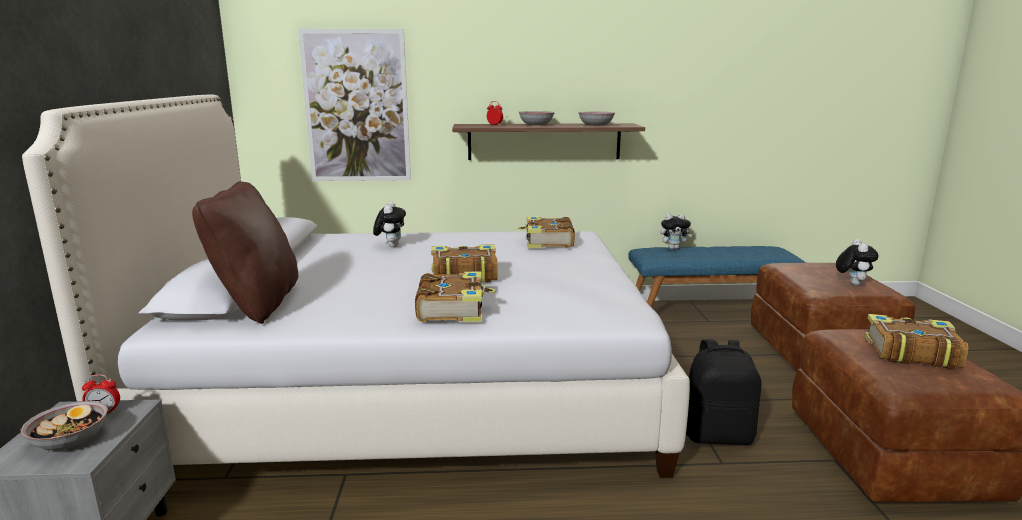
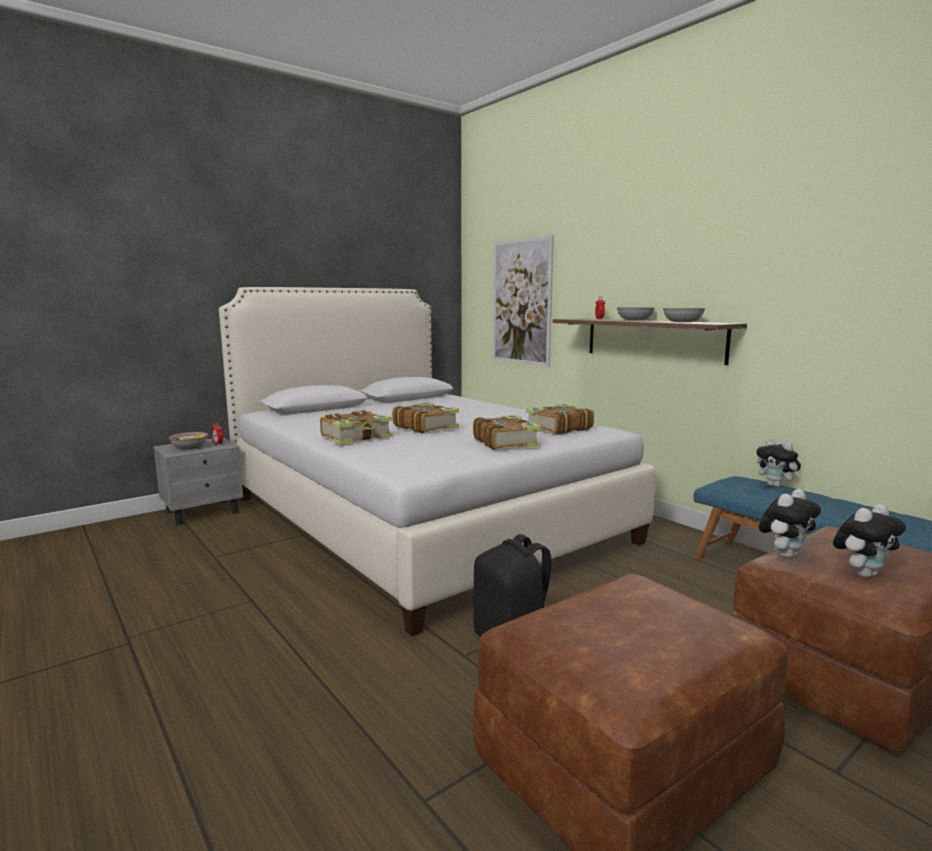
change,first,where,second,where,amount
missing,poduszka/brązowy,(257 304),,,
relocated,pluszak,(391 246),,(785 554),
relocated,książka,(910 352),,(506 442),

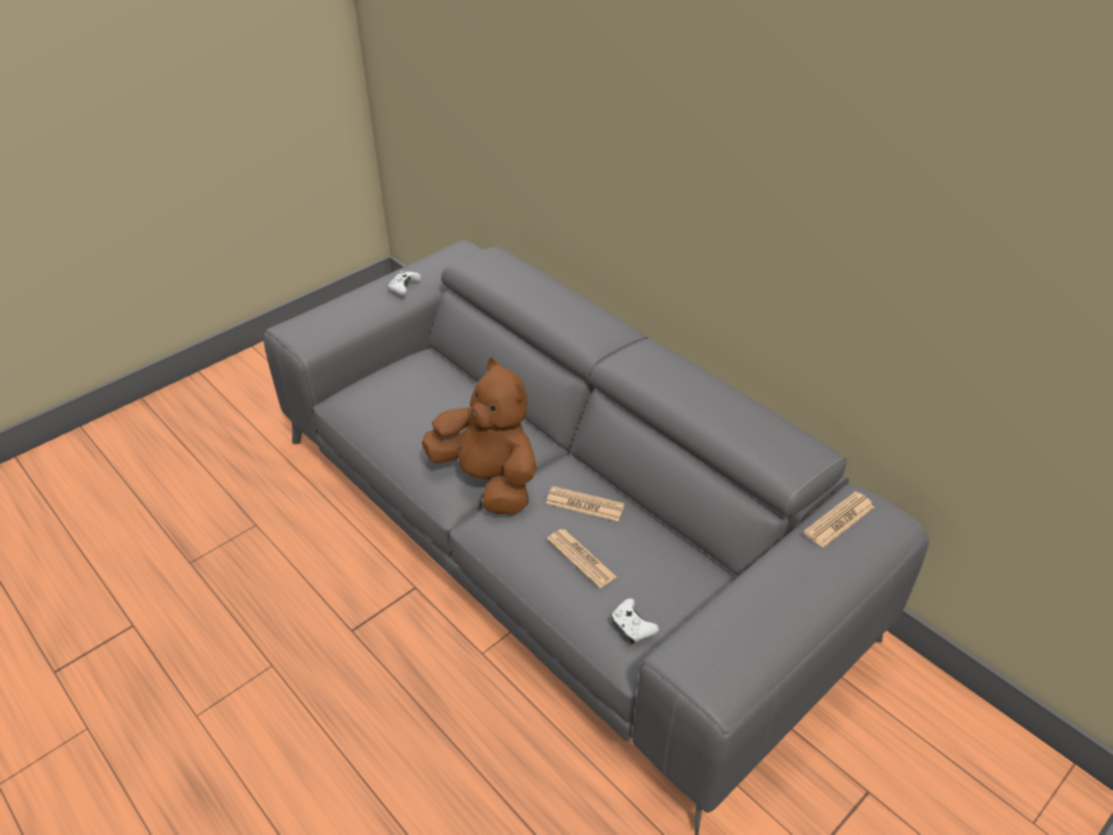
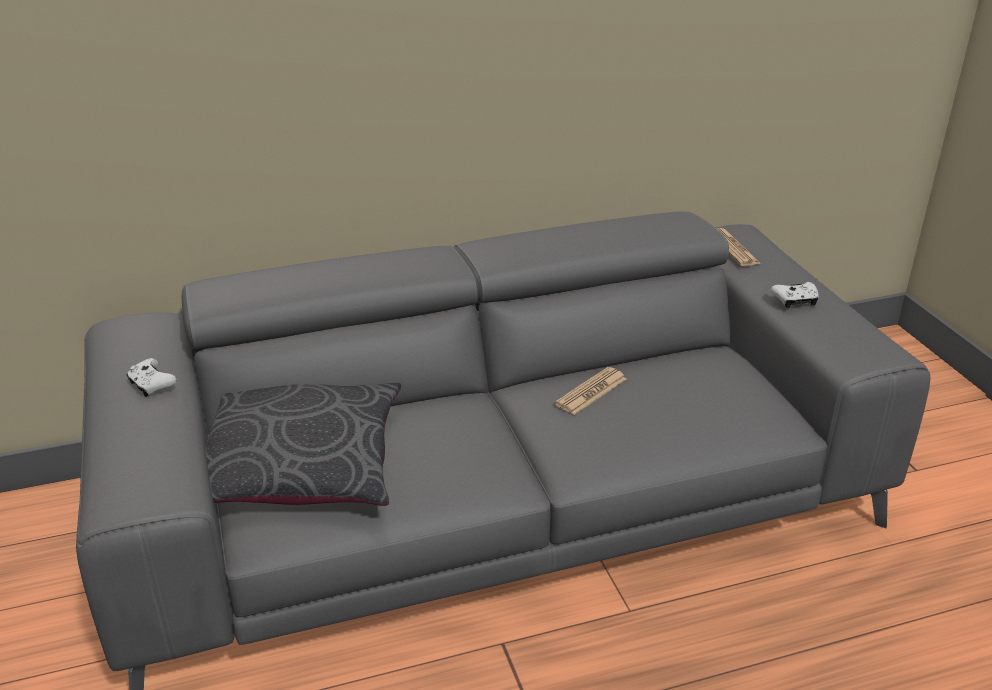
change,first,where,second,where,amount
missing,pluszak/brązowy,(488 480),,,
missing,gazeta,(581 558),,,
appeared,,,poduszka/szary,(302 463),
relocated,pad do gier/biały,(632 626),,(795 301),

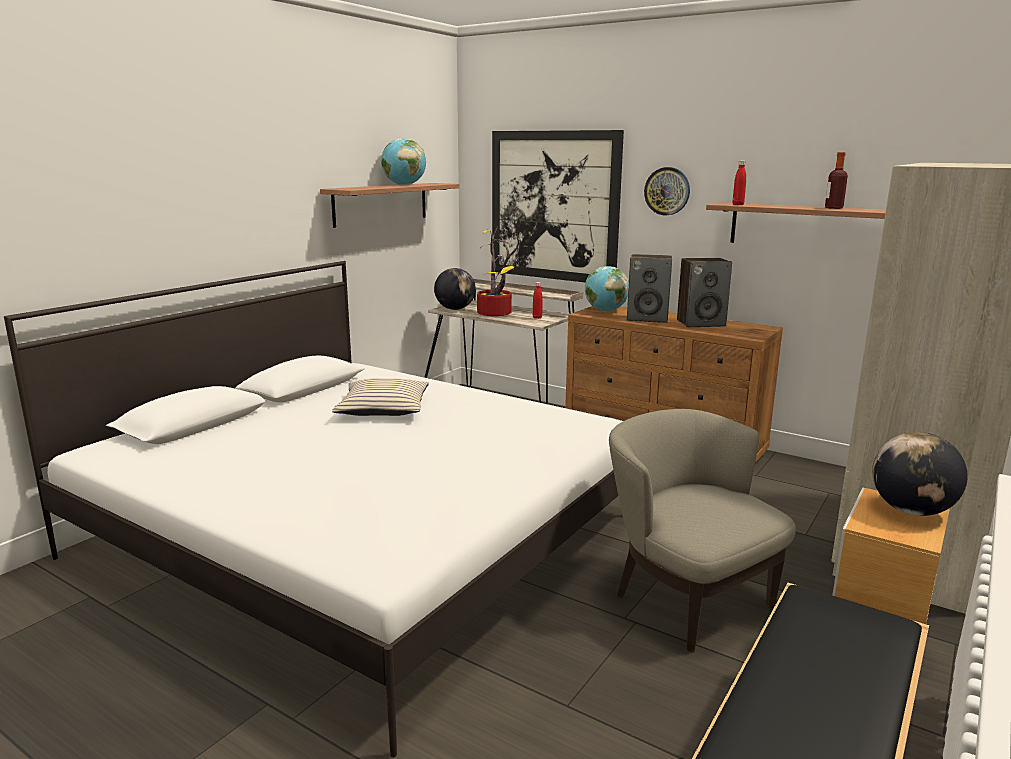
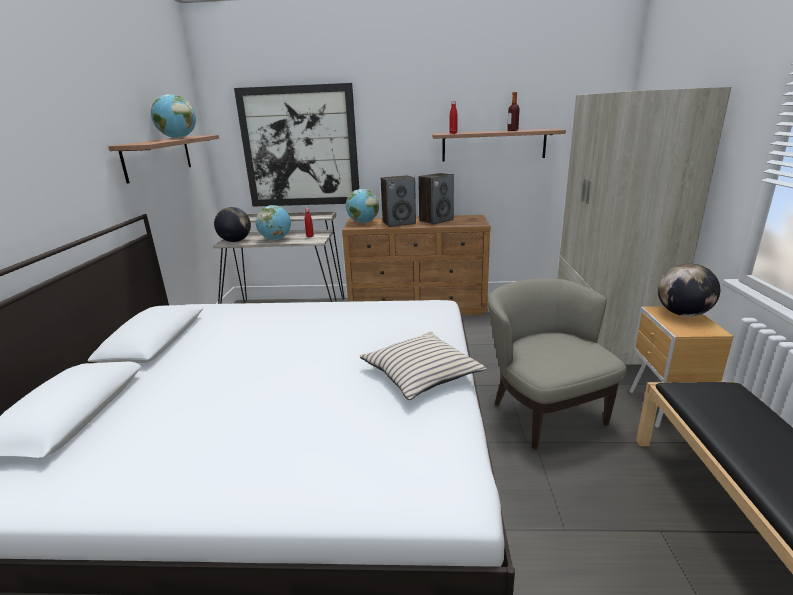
change,first,where,second,where,amount
missing,zegar ścienny,(667 191),,,
relocated,poduszka/beżowy,(383 408),,(421 374),
exchanged,roślina doniczkowa,(497 314),globus,(276 239),
spun,fotel/beżowy,(687 599),,(544 412),45 degrees clockwise

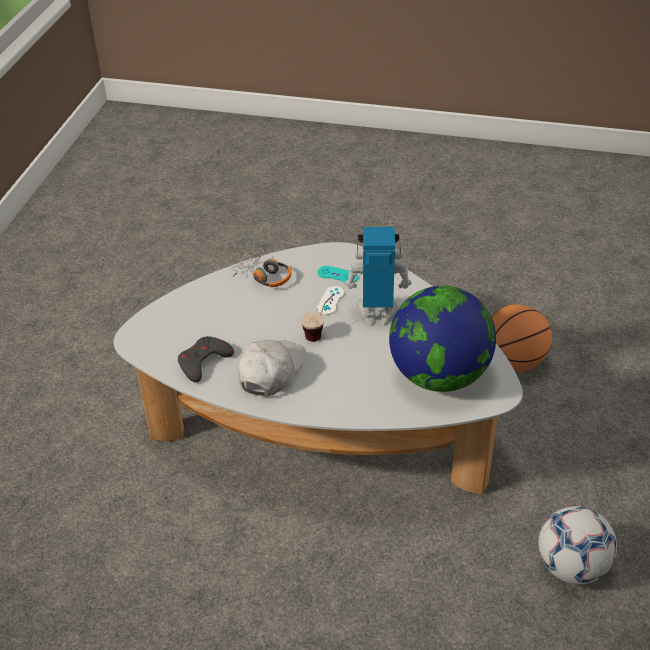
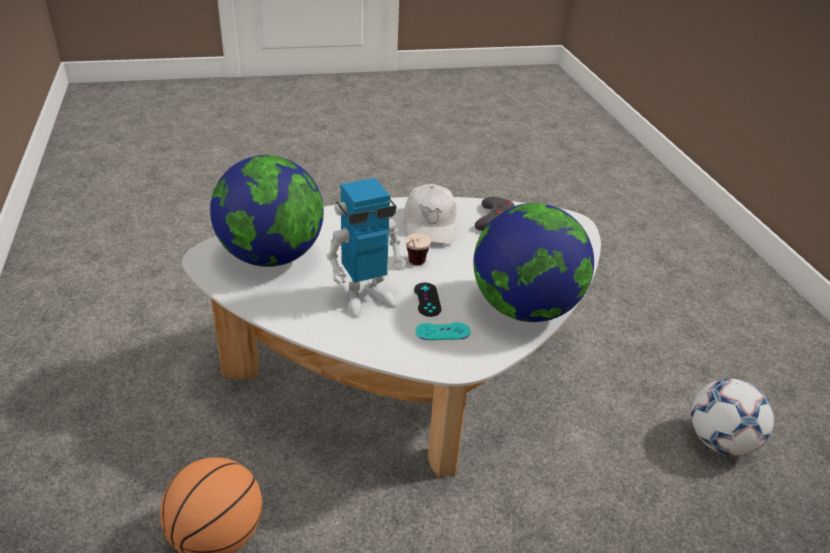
change,first,where,second,where,amount
relocated,piłka futbolowa,(571 567),,(719 441),
exchanged,słuchawki,(263 275),globus,(524 308),
colour,pad do gier/biały,(330 300),pad do gier/czarny,(427 299),

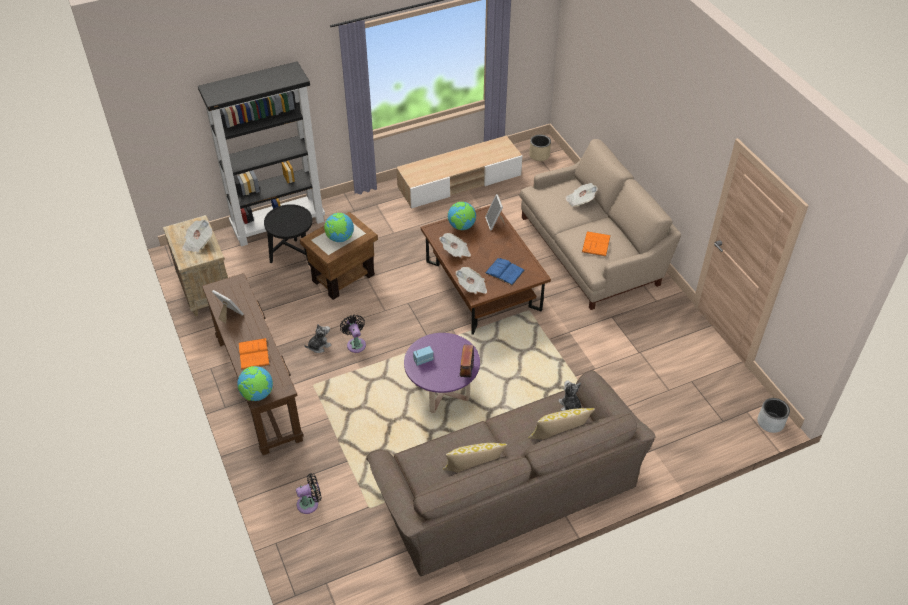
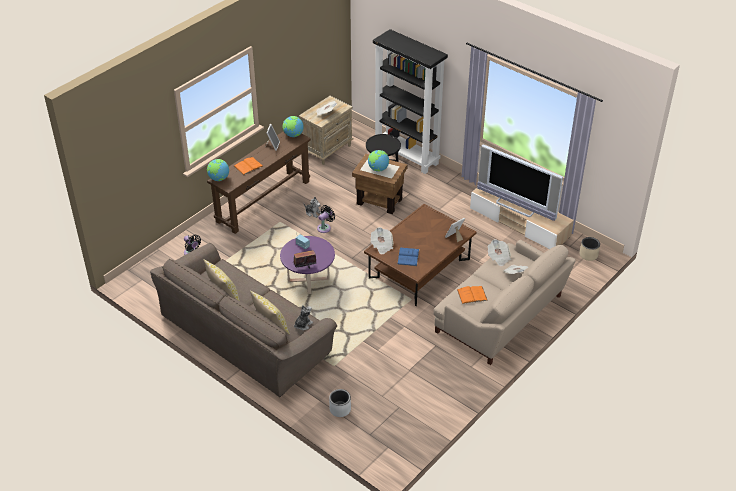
change,first,where,second,where,amount
appeared,,,telewizor,(516 206),
relocated,gazeta,(455 252),,(498 258),
relocated,globus,(461 226),,(293 135),
relocated,donica/szary,(770 422),,(340 409),

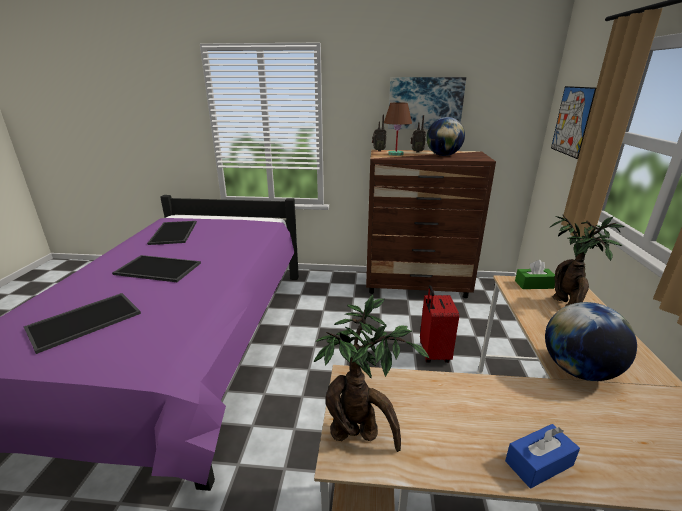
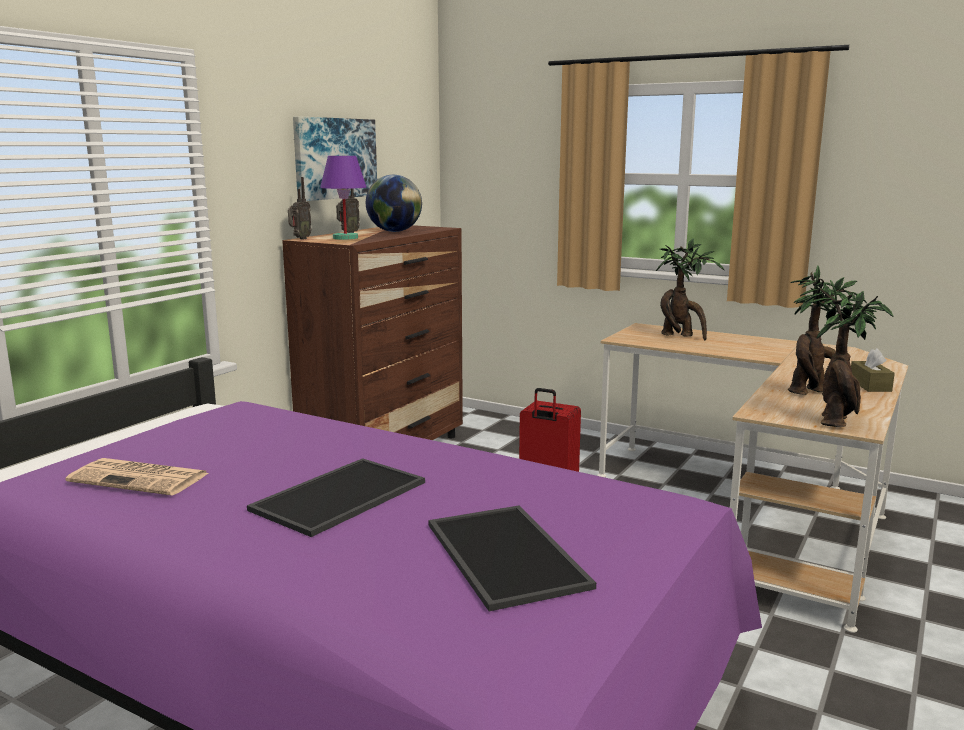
change,first,where,second,where,amount
missing,pudełko chusteczek/zielony,(534 284),,,
missing,globus,(578 370),,,
missing,obraz,(572 121),,,
appeared,,,roślina doniczkowa,(813 392),
exchanged,taca,(174 233),gazeta,(141 478),
colour,lampa stołowa/brązowy,(395 154),lampa stołowa/fioletowy,(345 238),
colour,pudełko chusteczek/niebieski,(538 463),pudełko chusteczek/brązowy,(870 385),

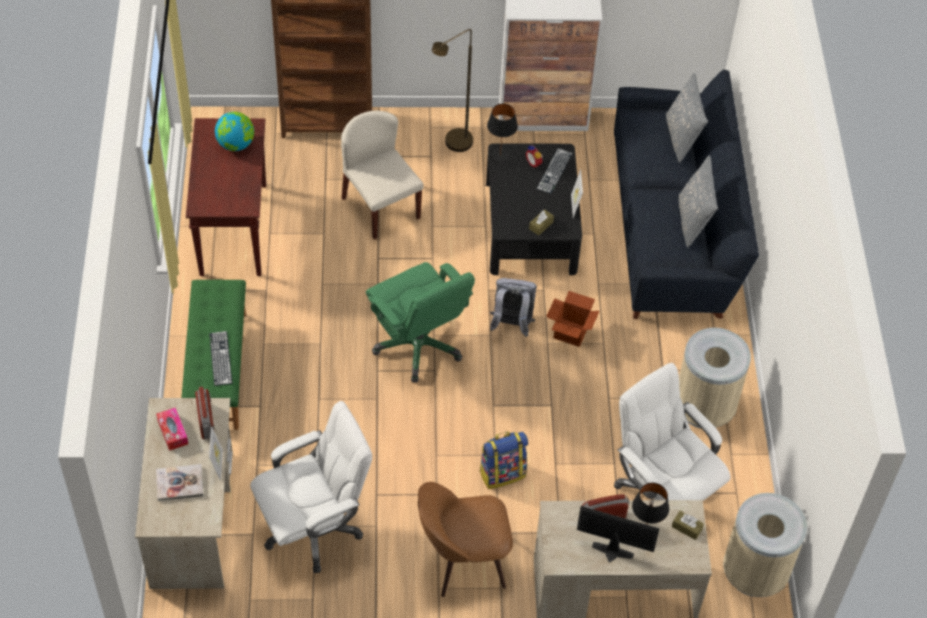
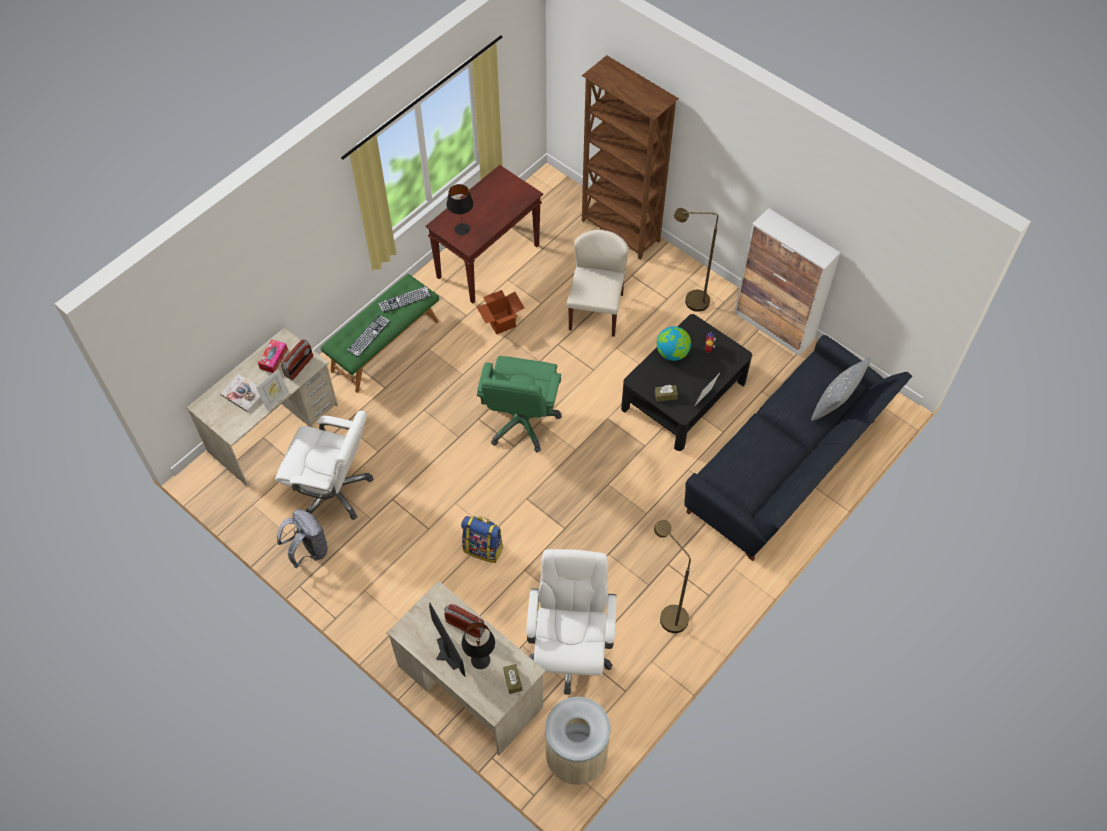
change,first,where,second,where,amount
missing,krzesło/brązowy,(463 560),,,
missing,poduszka/szary,(693 221),,,
relocated,globus,(236 144),,(672 353),
relocated,lampa stołowa/czarny,(500 155),,(462 229),
relocated,plecak/szary,(511 325),,(308 550),
relocated,klawiatura,(554 171),,(404 299),
relocated,karton,(570 332),,(501 322),
exchanged,kosz na śmieci/beżowy,(704 408),lampa stojąca/brązowy,(667 614),

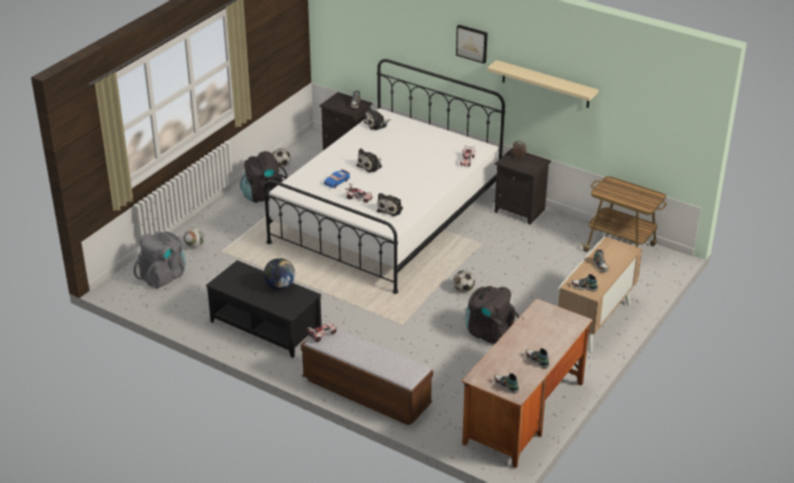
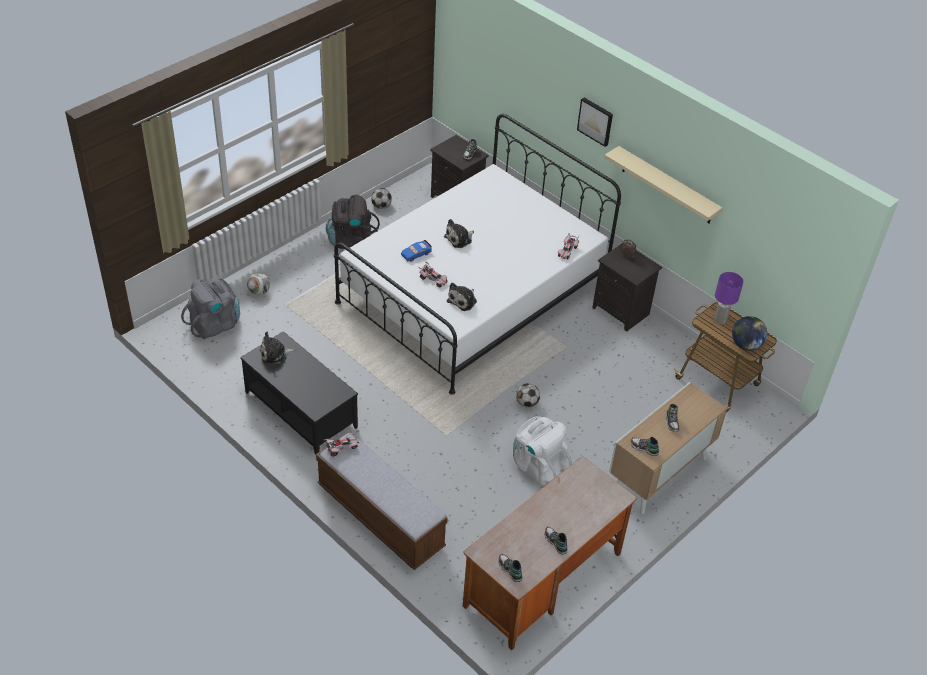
change,first,where,second,where,amount
appeared,,,lampa stołowa/fioletowy,(720 320),
relocated,globus,(280 286),,(745 345),
relocated,pluszak,(376 124),,(275 354),
colour,plecak/czarny,(489 333),plecak/biały,(538 465),

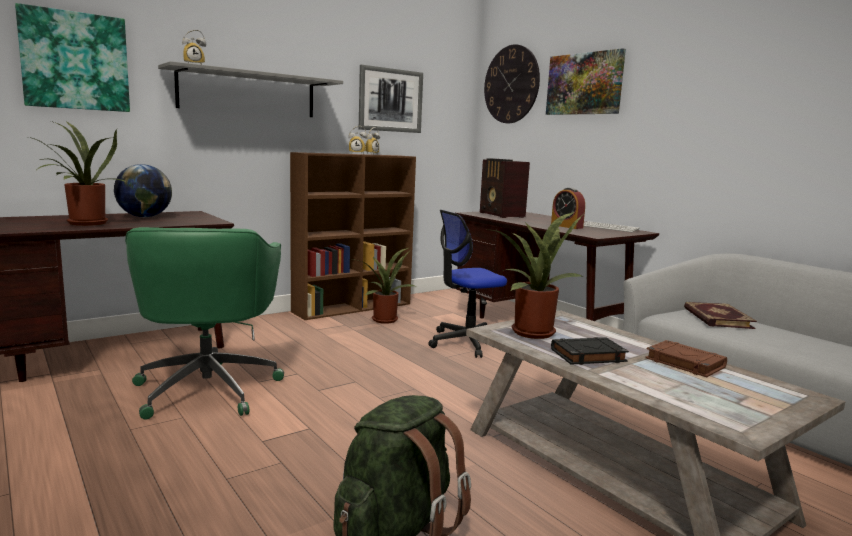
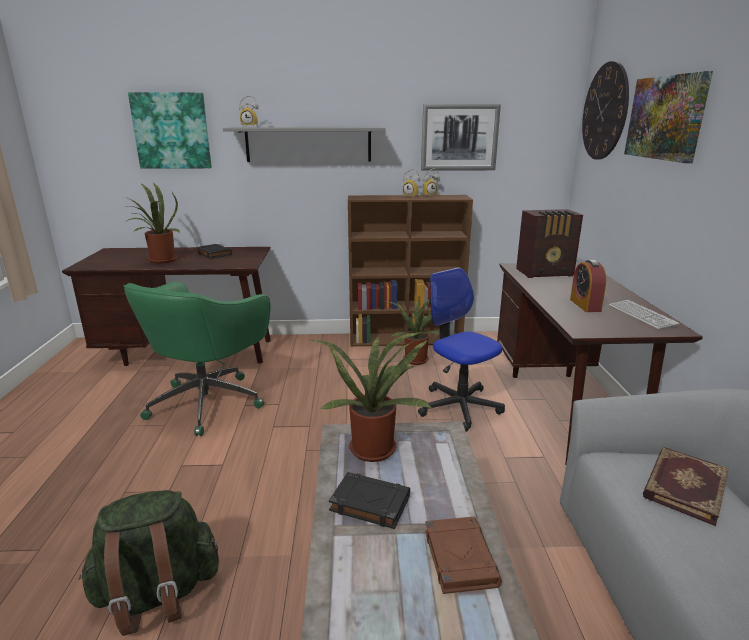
change,first,where,second,where,amount
exchanged,globus,(144 217),książka/czarny,(213 254),
spun,krzesło biurowe,(467 343),,(459 407),45 degrees clockwise
spun,radio,(501 215),,(546 273),105 degrees counterclockwise

